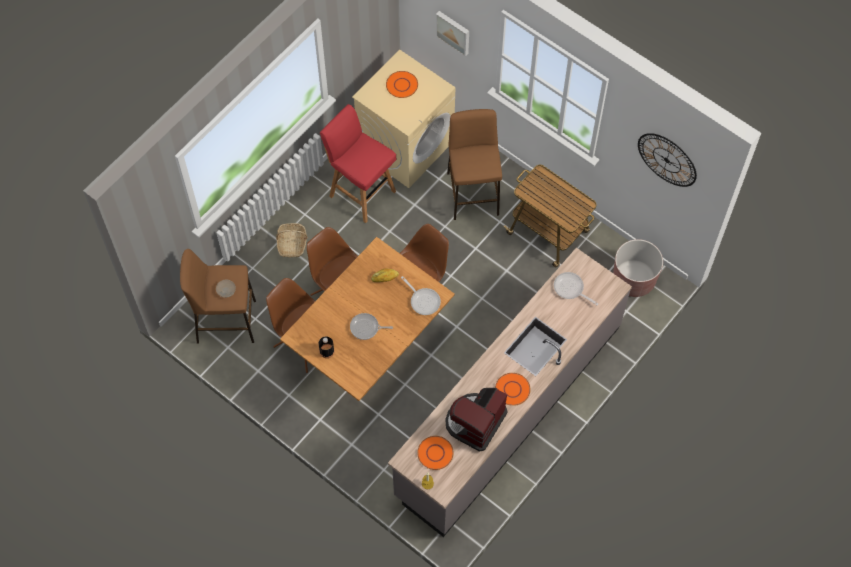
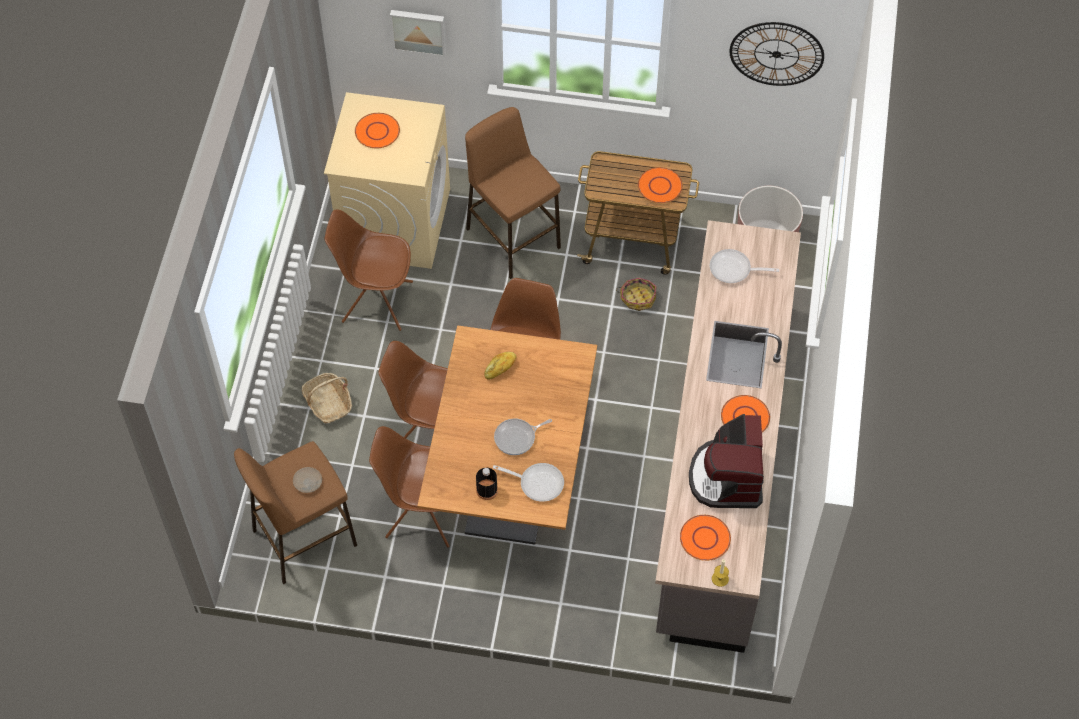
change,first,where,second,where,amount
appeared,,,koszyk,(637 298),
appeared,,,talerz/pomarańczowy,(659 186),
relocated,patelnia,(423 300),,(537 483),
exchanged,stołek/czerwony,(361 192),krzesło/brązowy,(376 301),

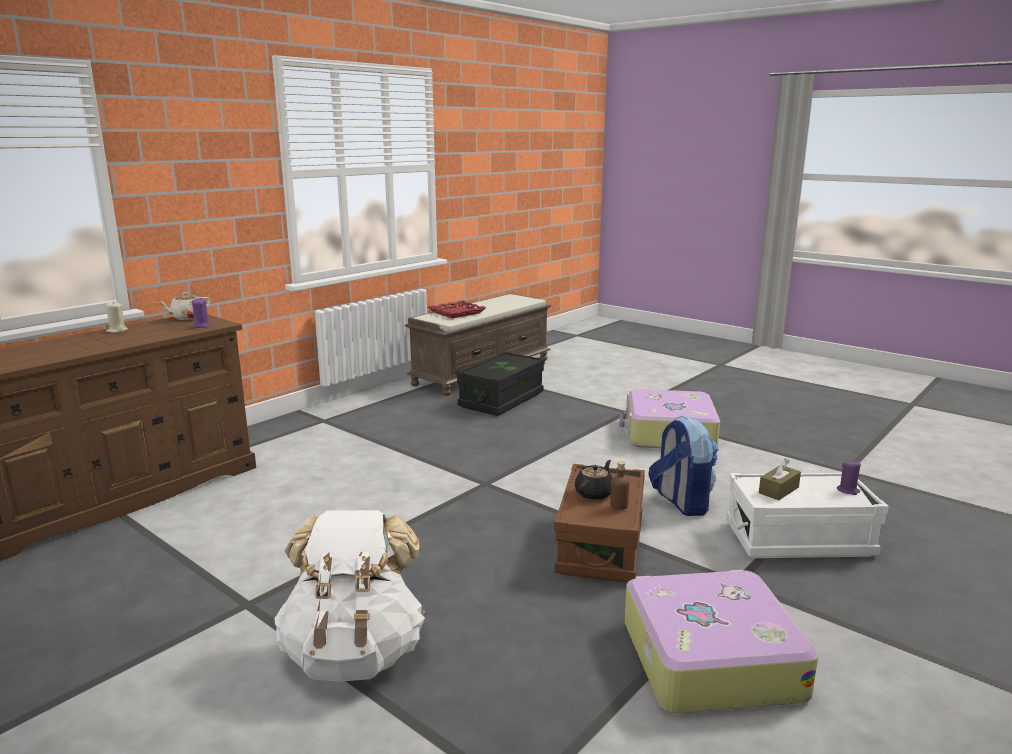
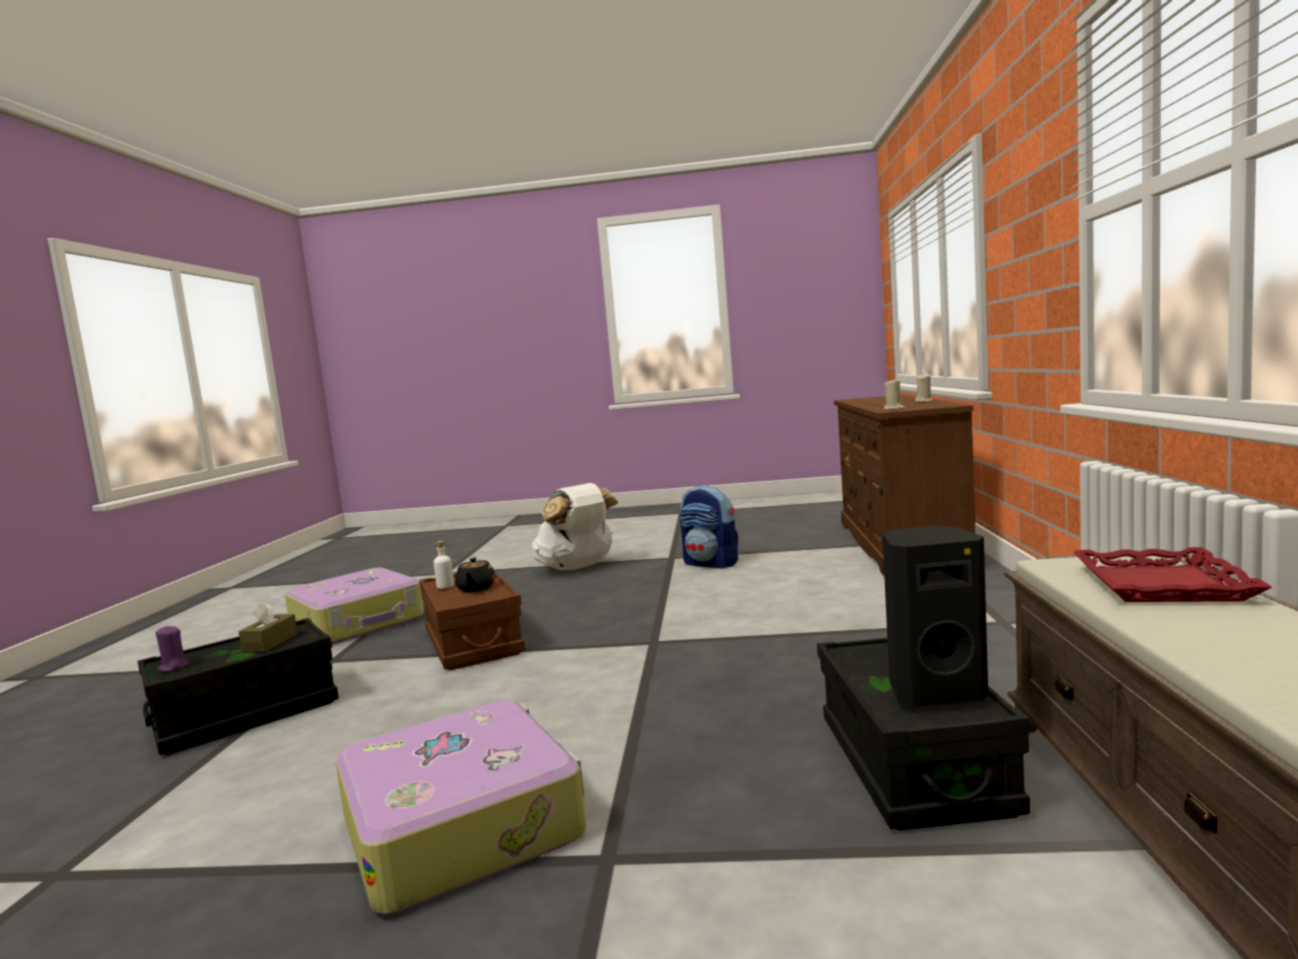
change,first,where,second,where,amount
missing,imbryk/beżowy,(187 318),,,
appeared,,,głośnik/czarny,(934 691),
relocated,plecak,(681 502),,(711 563),
colour,świeca/fioletowy,(201 326),świeca/beżowy,(894 409),
colour,butelka/brązowy,(619 505),butelka/biały,(445 586),
colour,pojemnik do przechowywania/biały,(798 539),pojemnik do przechowywania/czarny,(246 714),

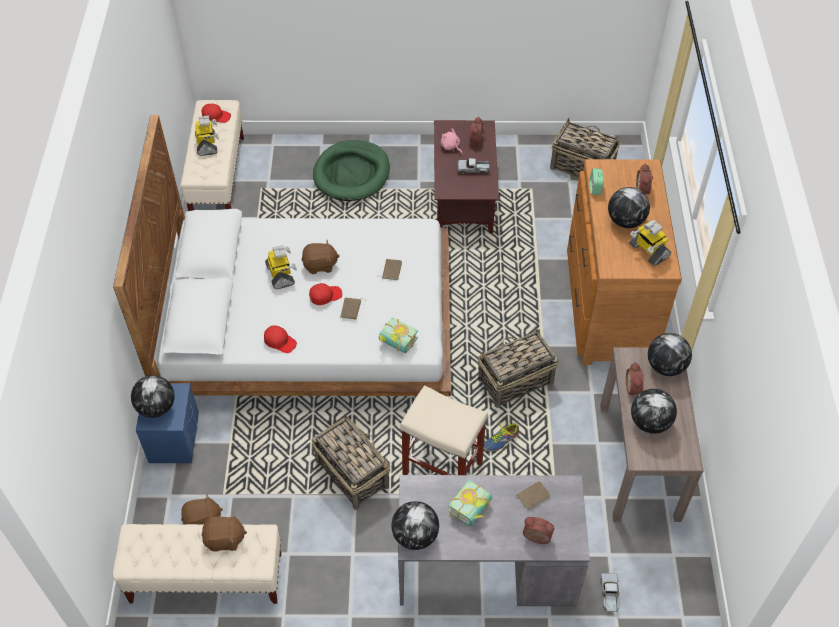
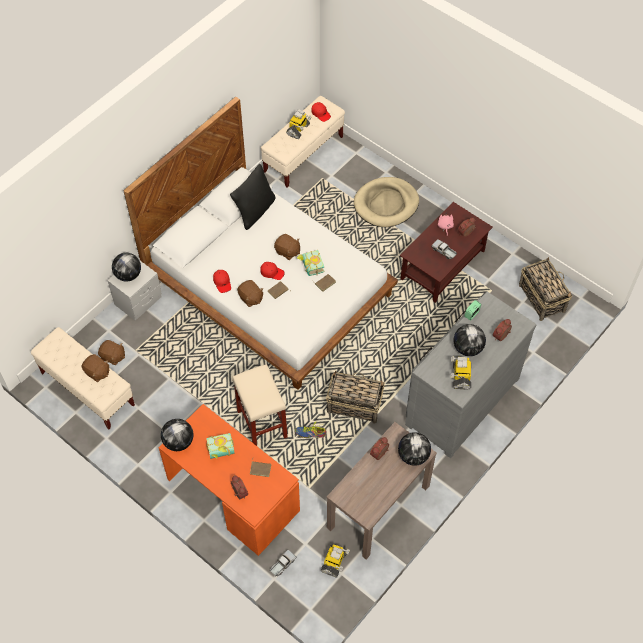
change,first,where,second,where,amount
missing,koszyk,(351 473),,,
missing,globus,(650 422),,,
appeared,,,poduszka/czarny,(254 211),
appeared,,,pluszak/brązowy,(250 298),
relocated,robot zabawkowy,(281 275),,(334 563),
relocated,książka,(396 343),,(310 267),
colour,szafka nocna/niebieski,(174 439),szafka nocna/szary,(138 301),
colour,legowisko/zielony,(352 173),legowisko/beżowy,(386 204),
colour,biurko/szary,(485 566),biurko/pomarańczowy,(232 495),
colour,komoda/brązowy,(608 305),komoda/szary,(460 400),

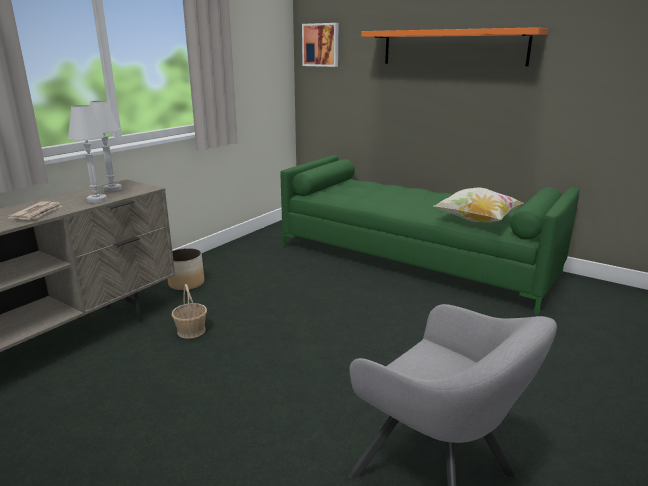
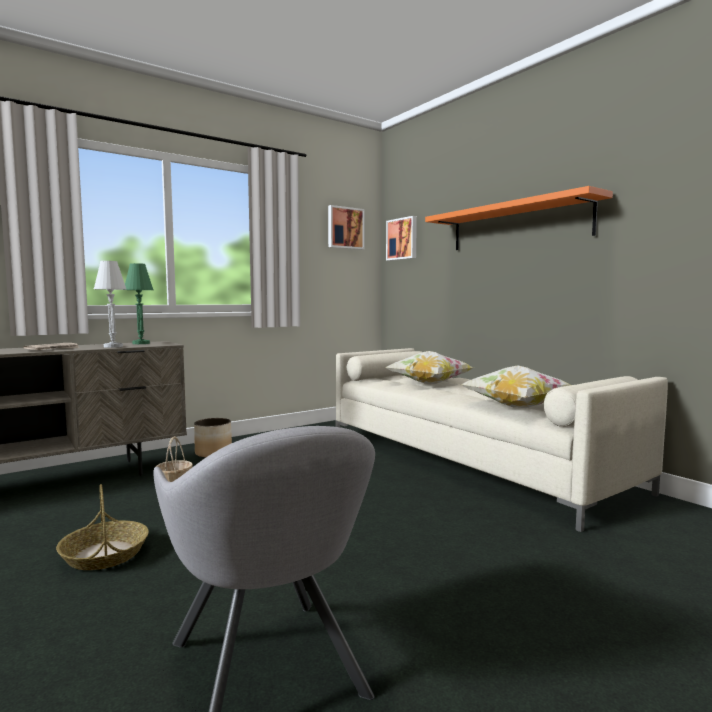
change,first,where,second,where,amount
appeared,,,koszyk,(105 554),
appeared,,,obraz,(345 228),
appeared,,,poduszka,(429 384),
colour,lampa stołowa/biały,(112 189),lampa stołowa/zielony,(141 343),
colour,kanapa/zielony,(414 259),kanapa/beżowy,(470 460),

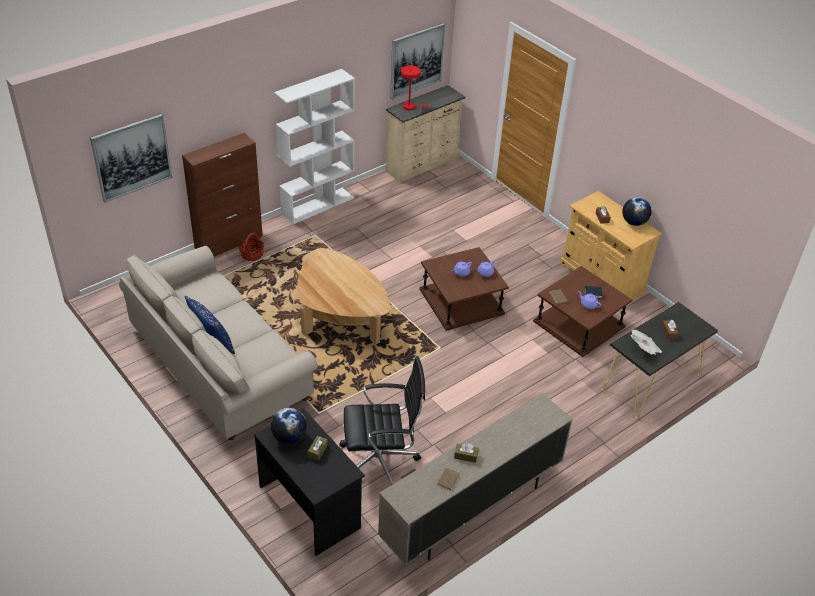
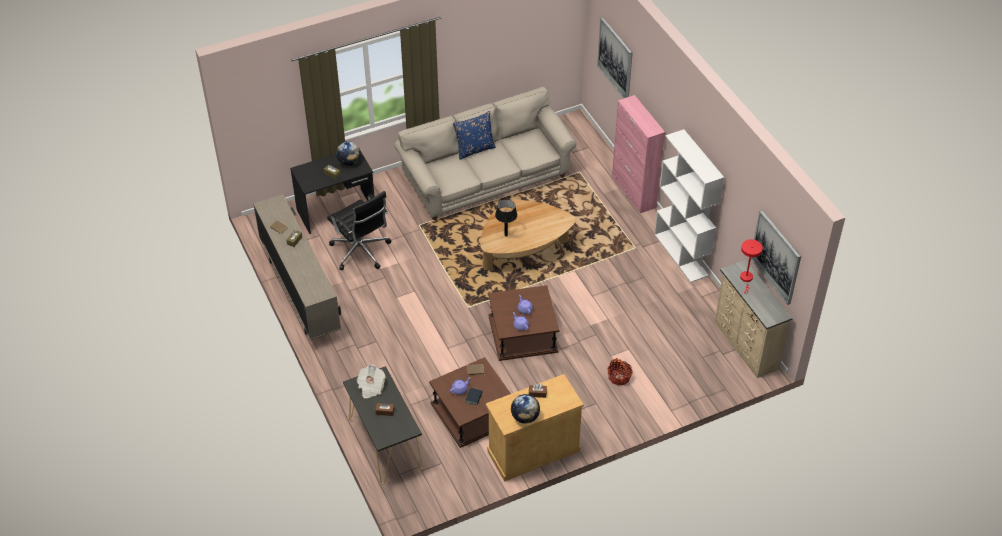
change,first,where,second,where,amount
appeared,,,lampa stołowa/czarny,(506 235),
relocated,koszyk,(252 254),,(619 377),
colour,szafka/brązowy,(229 242),szafka/różowy,(634 192),
spun,krzesło biurowe/czarny,(380 462),,(361 252),45 degrees counterclockwise

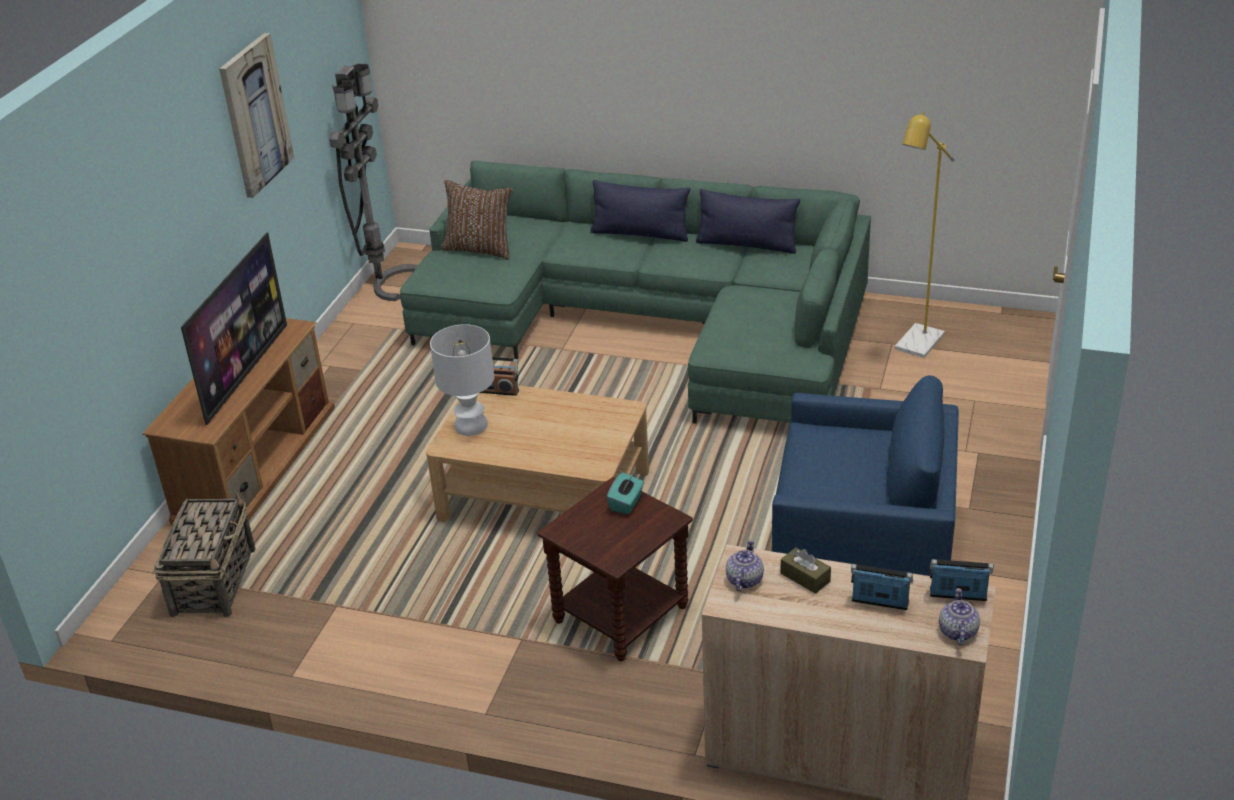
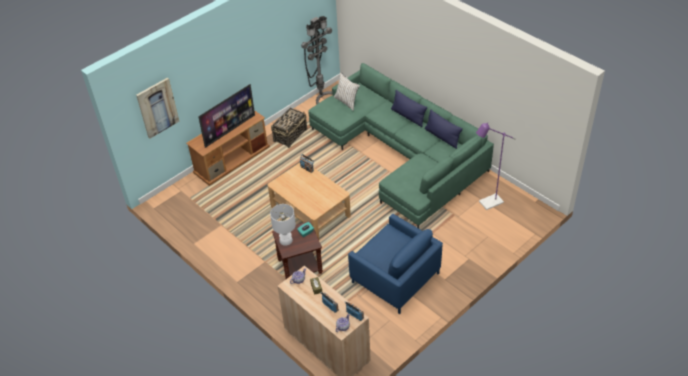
change,first,where,second,where,amount
relocated,koszyk,(214 580),,(290 135),
relocated,obraz,(255 115),,(157 107),
relocated,lampa stołowa/biały,(470 425),,(286 240),
colour,poduszka/brązowy,(480 249),poduszka/biały,(347 101),
colour,lampa stojąca/żółty,(915 347),lampa stojąca/fioletowy,(487 203),

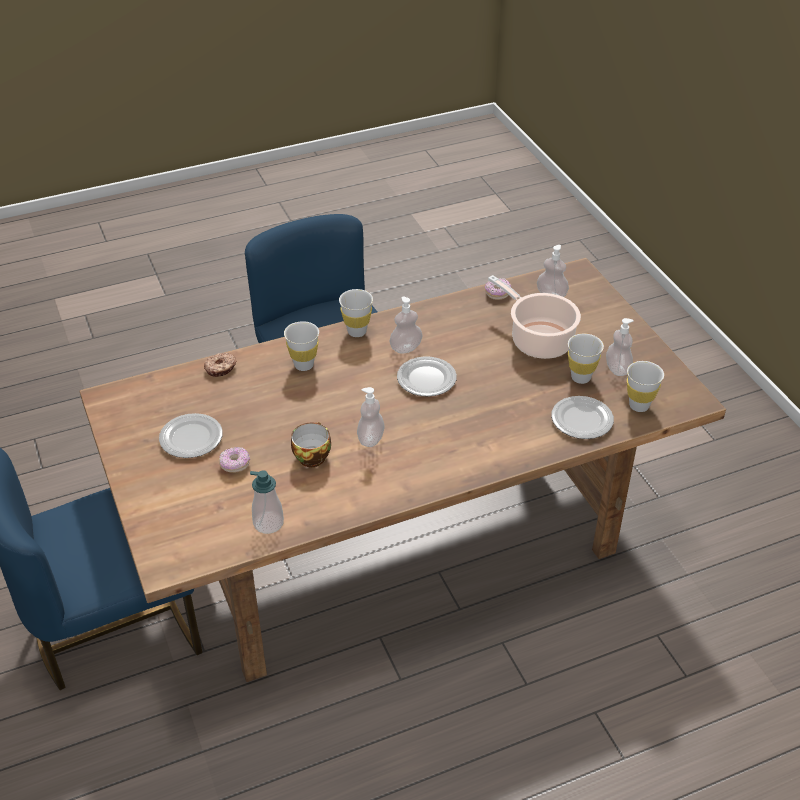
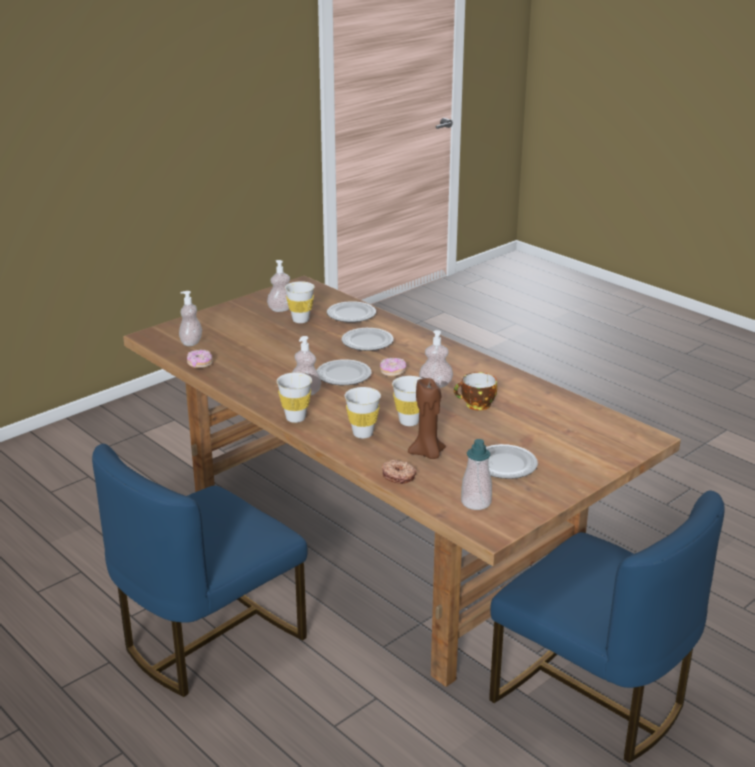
change,first,where,second,where,amount
missing,garnek,(538 340),,,
appeared,,,talerz,(367 342),
appeared,,,świeca/brązowy,(427 454),
relocated,donut,(235 465),,(393 372),
relocated,dozownik mydła,(268 523),,(476 502),
relocated,filiżanka/biały,(639 405),,(409 422),

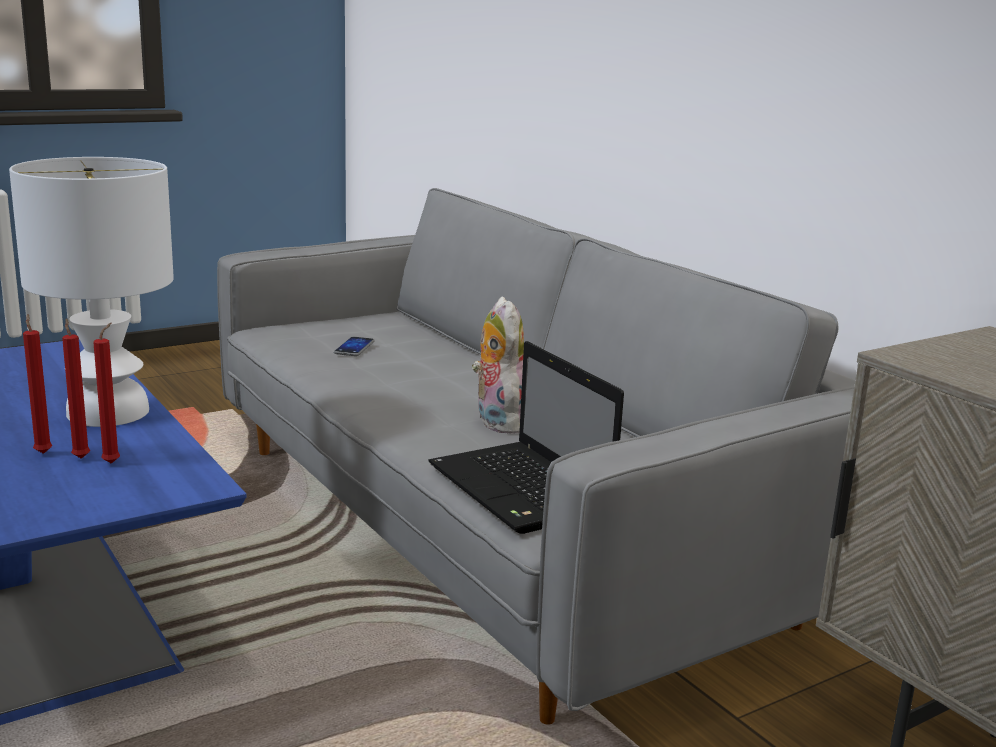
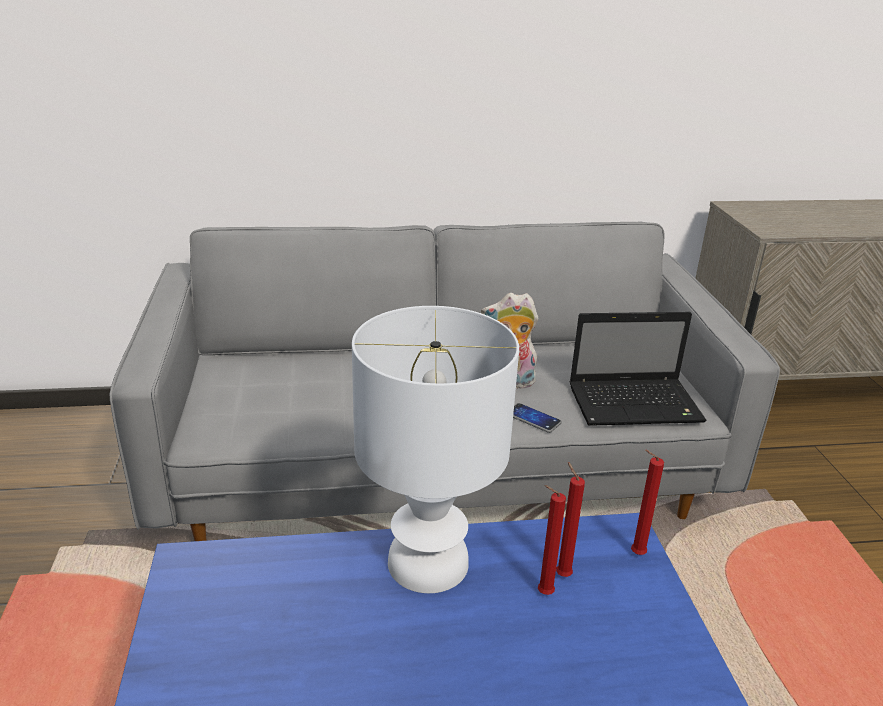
change,first,where,second,where,amount
relocated,świeca/czerwony,(43 452),,(635 554),
relocated,telefon,(354 348),,(533 419),

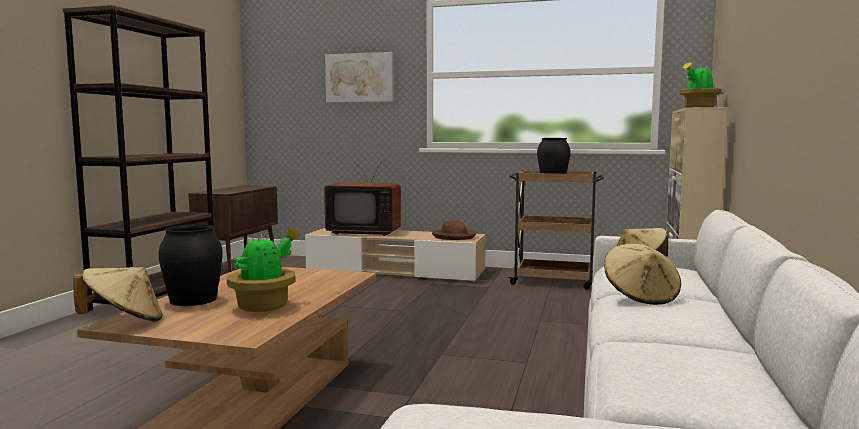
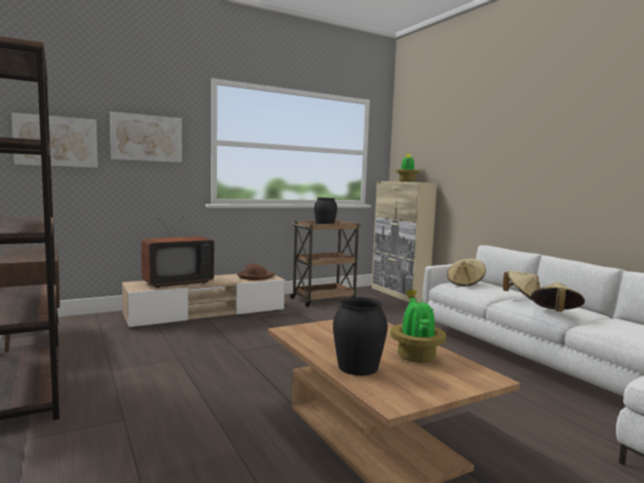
change,first,where,second,where,amount
appeared,,,obraz,(56 141),
relocated,kapelusz/beżowy,(124 322),,(555 313),

